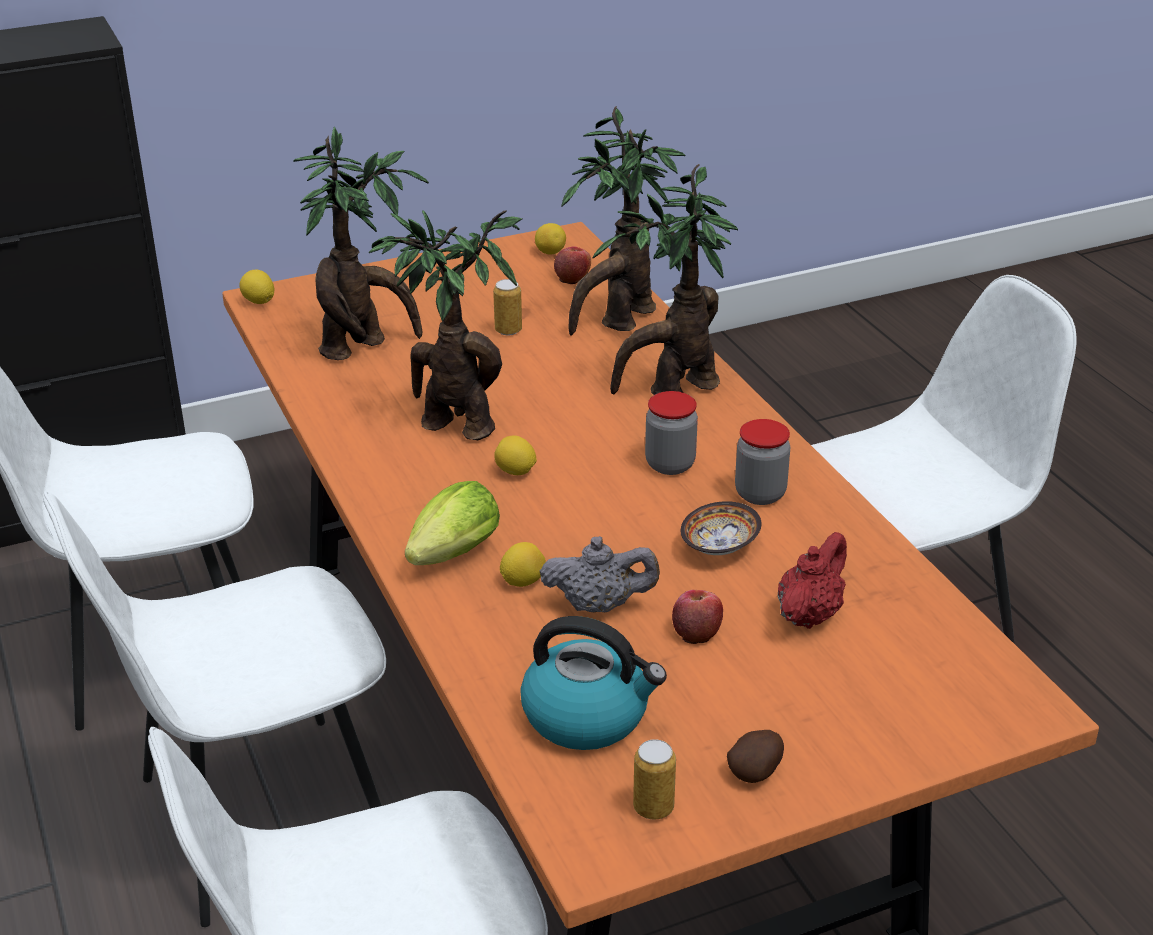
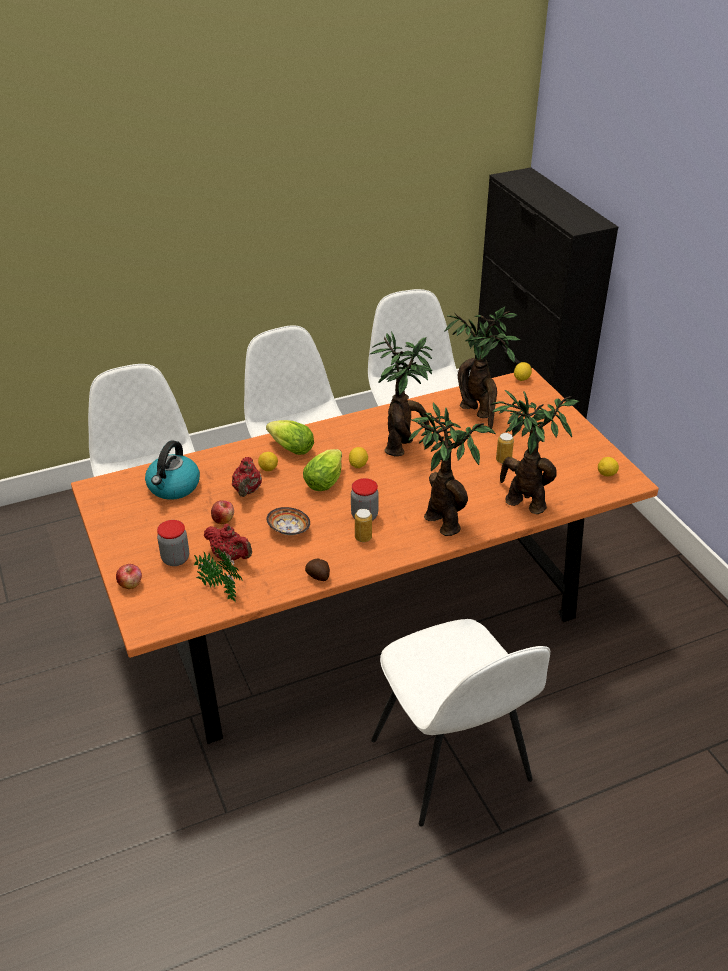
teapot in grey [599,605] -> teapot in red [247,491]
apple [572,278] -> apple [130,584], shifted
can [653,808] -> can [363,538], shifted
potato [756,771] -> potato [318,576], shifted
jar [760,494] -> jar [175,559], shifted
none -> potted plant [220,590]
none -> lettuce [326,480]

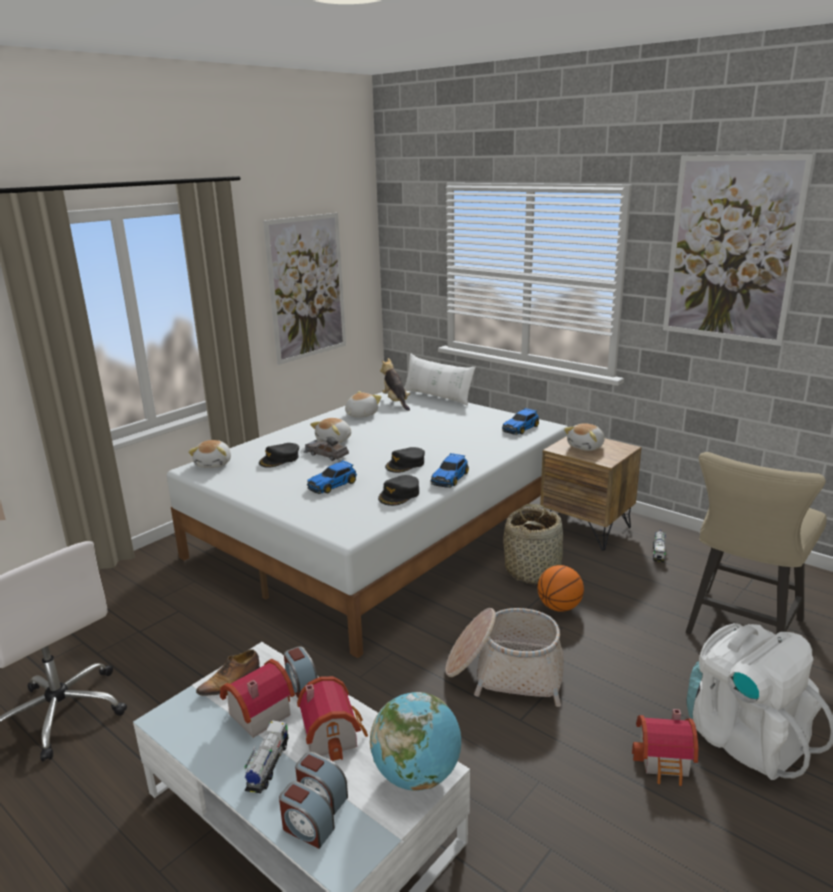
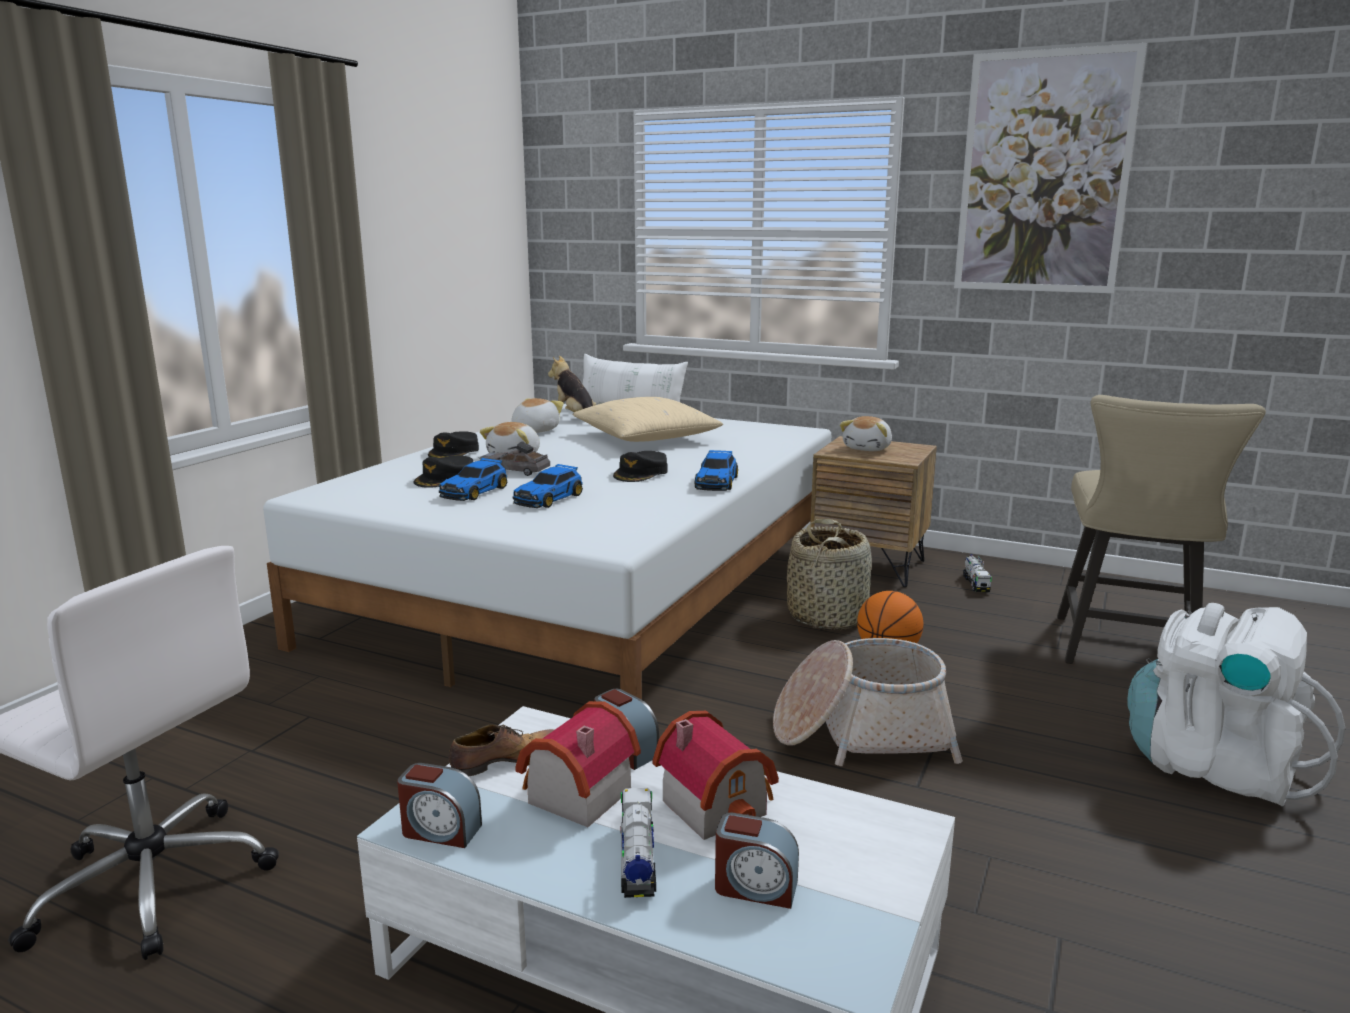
plush toy [214,464] -> none
shoe [231,682] -> shoe [504,761], 150 degrees counterclockwise
picture [307,287] -> none
alarm clock [307,829] -> alarm clock [440,831], shifted
globe [417,775] -> none
cap in black [399,495] -> cap in black [454,452], shifted
toy car [521,428] -> toy car [475,492], shifted
toy house [665,762] -> none
none -> pillow in beige [646,438]

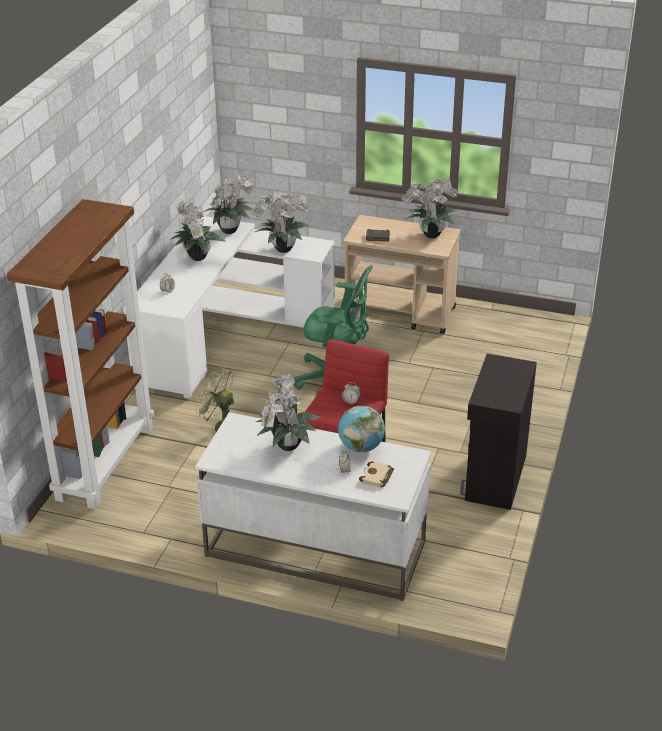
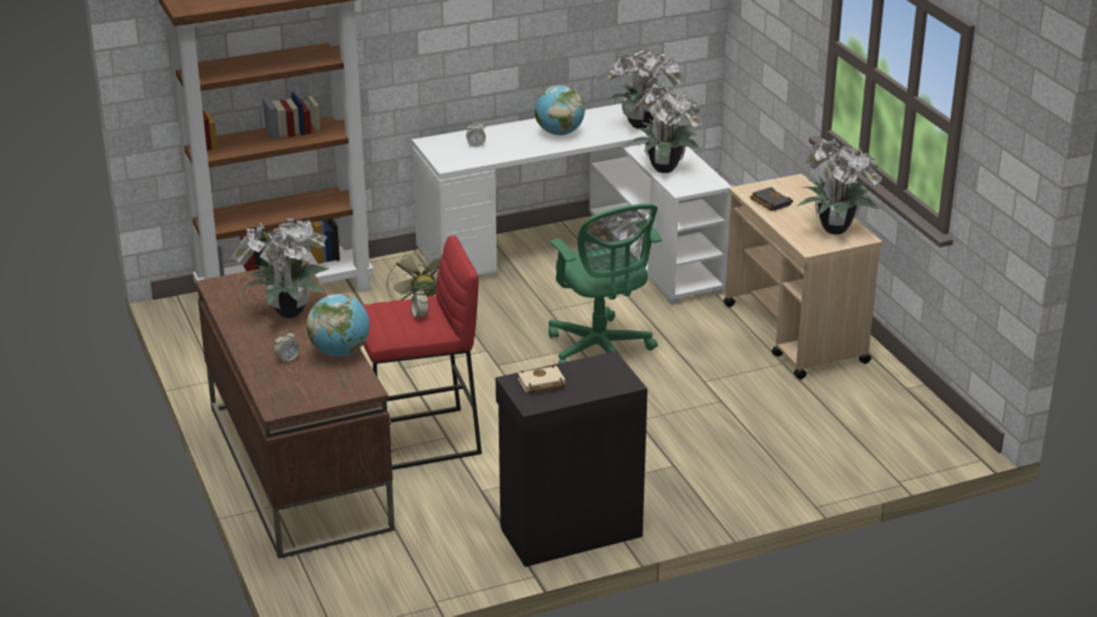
potted plant [197,258] -> globe [559,133]
desk in white [314,548] -> desk in brown [298,467]
book in beige [377,477] -> book in beige [541,384], shifted

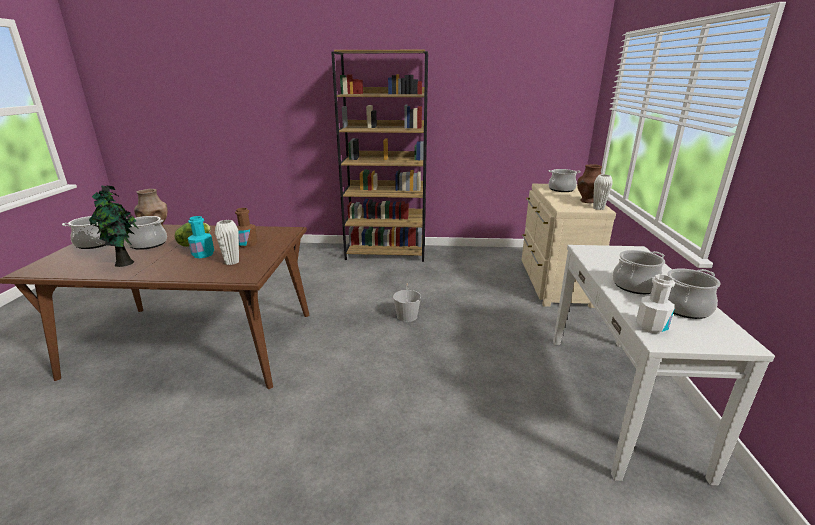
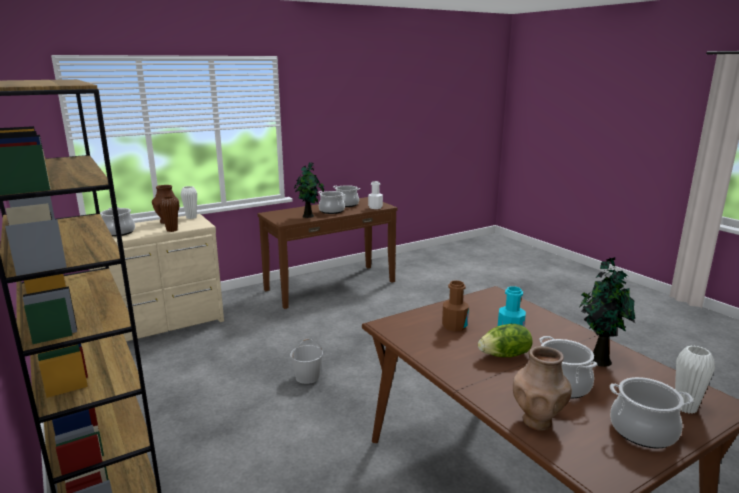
vase in white [232,262] -> vase in white [685,407], shifted
console table in white [619,398] -> console table in brown [330,285]
none -> vase in brown [172,230]
none -> potted plant [309,216]

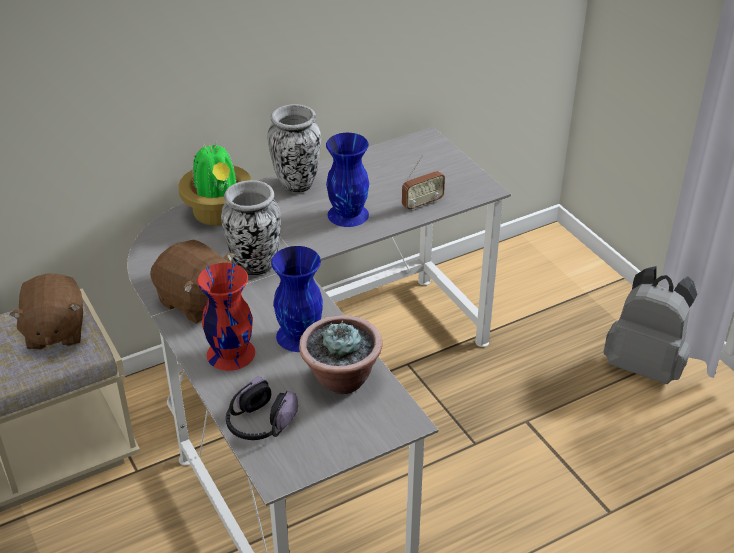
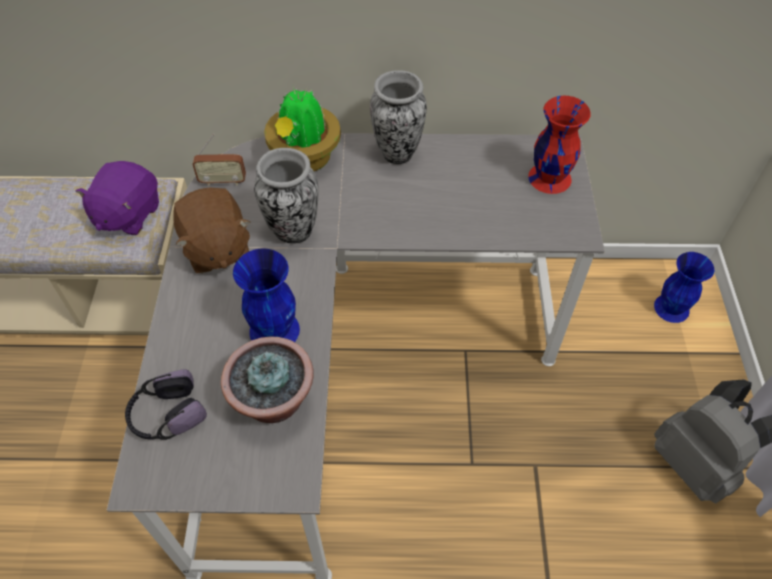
plush toy in brown [54,332] -> plush toy in purple [127,214]
vase in red [230,353] -> vase in red [549,177], shifted
vase in blue [348,214] -> vase in blue [672,308], shifted
radio [422,204] -> radio [223,181], shifted

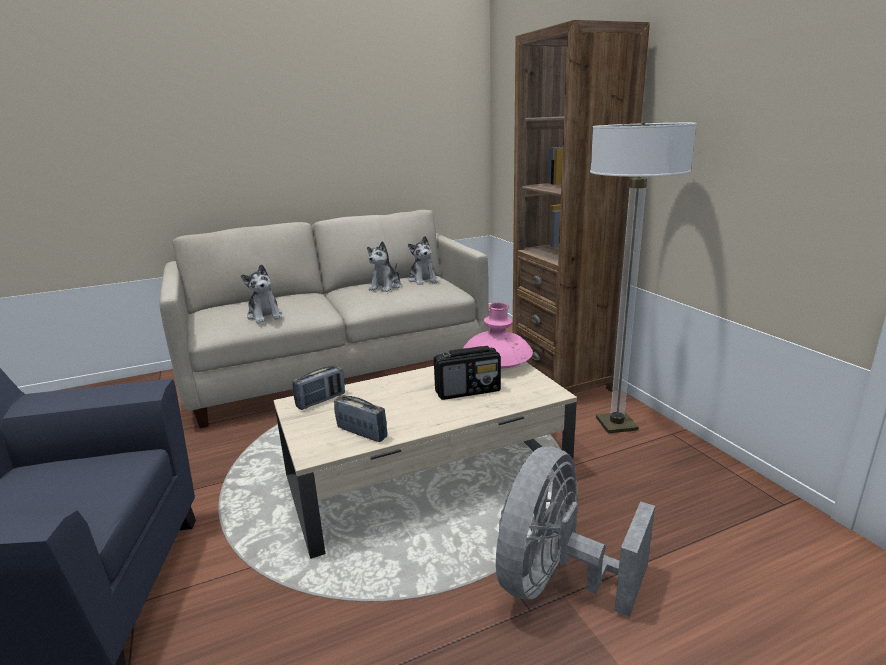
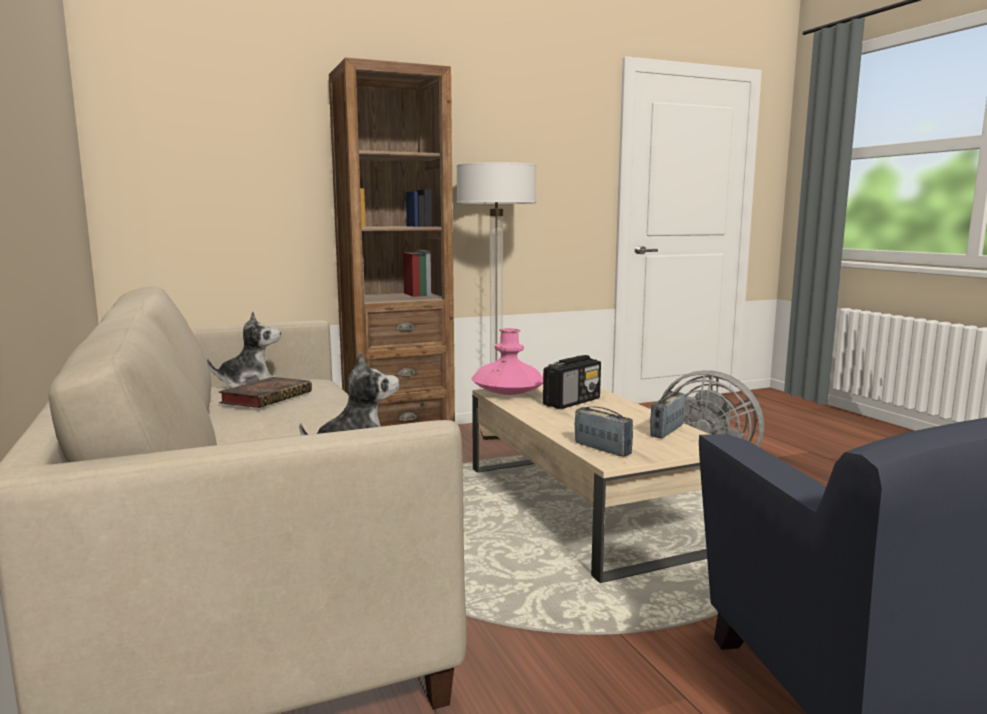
plush toy [386,287] -> book [267,397]
radio [468,391] -> radio [572,402], 60 degrees clockwise

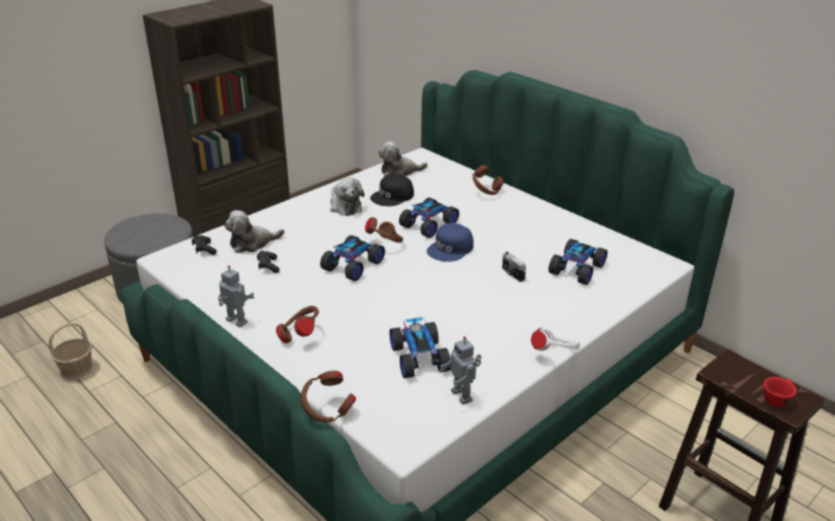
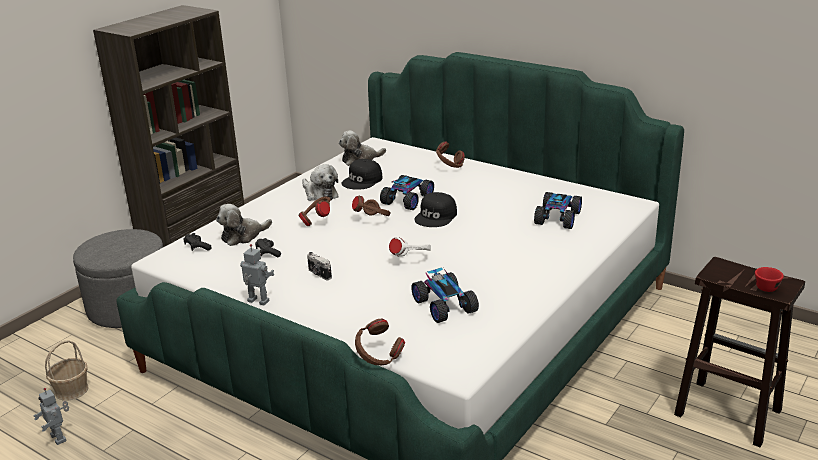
headphones in brown [300,335] -> headphones in brown [317,221], shifted
toy car [354,266] -> none
cap in blue [451,249] -> cap in black [436,216]
toy robot [463,396] -> toy robot [59,438], shifted
photo camera [512,274] -> photo camera [319,274], shifted
headphones in white [554,354] -> headphones in white [410,260], shifted

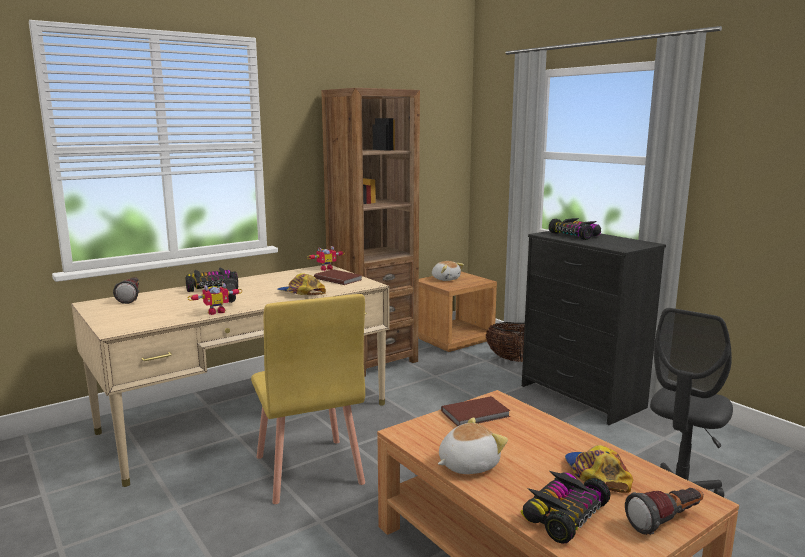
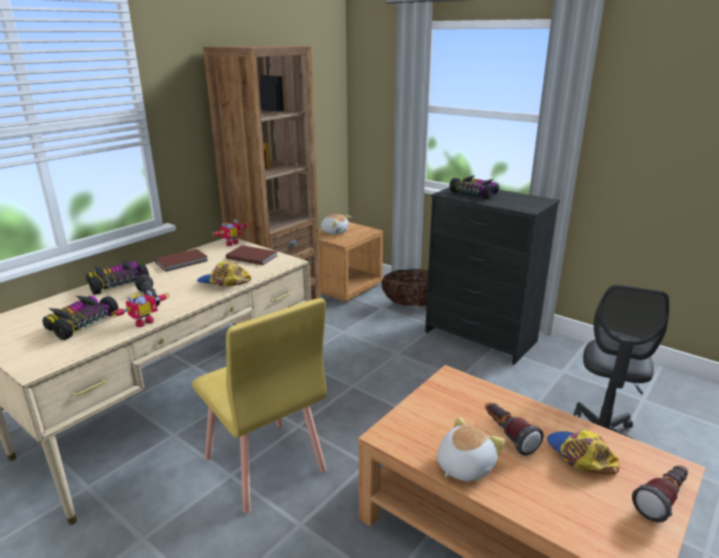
flashlight [131,298] -> flashlight [507,436], shifted
book in brown [476,414] -> book in brown [183,262], shifted
toy car [562,515] -> toy car [80,323], shifted

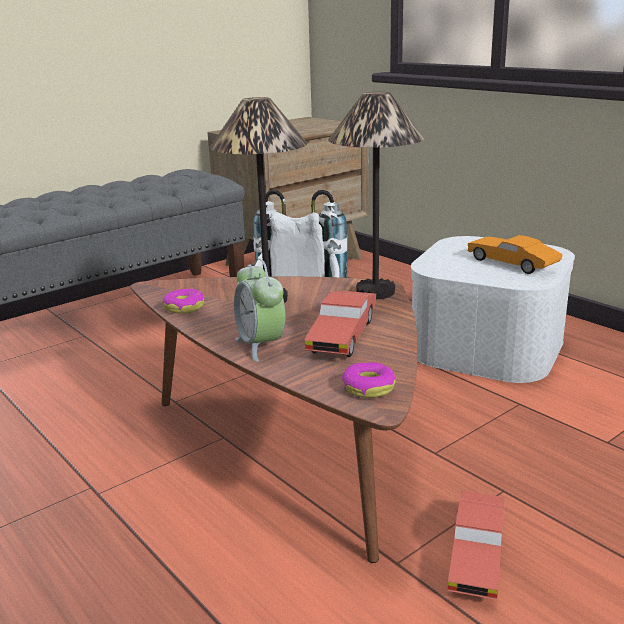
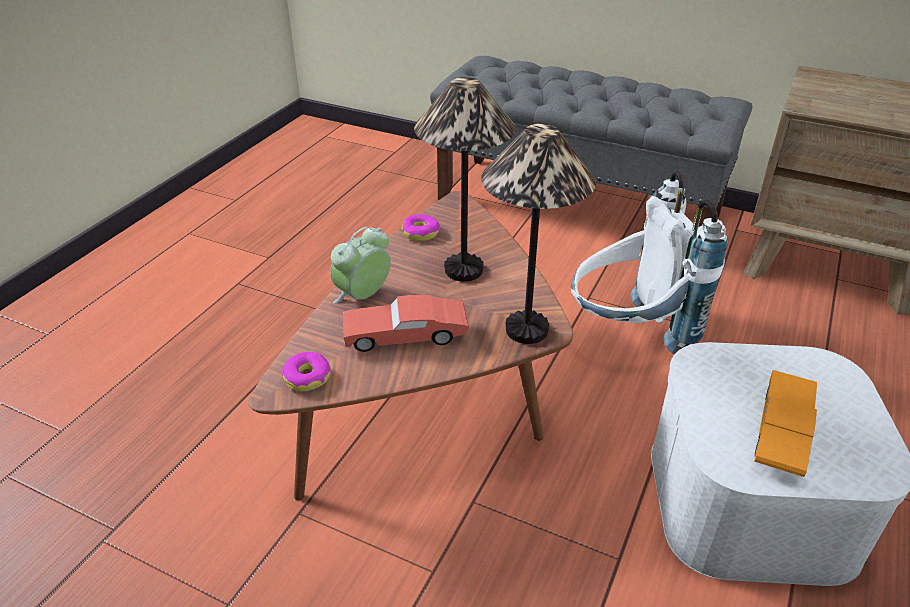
toy car in red [476,555] -> none

